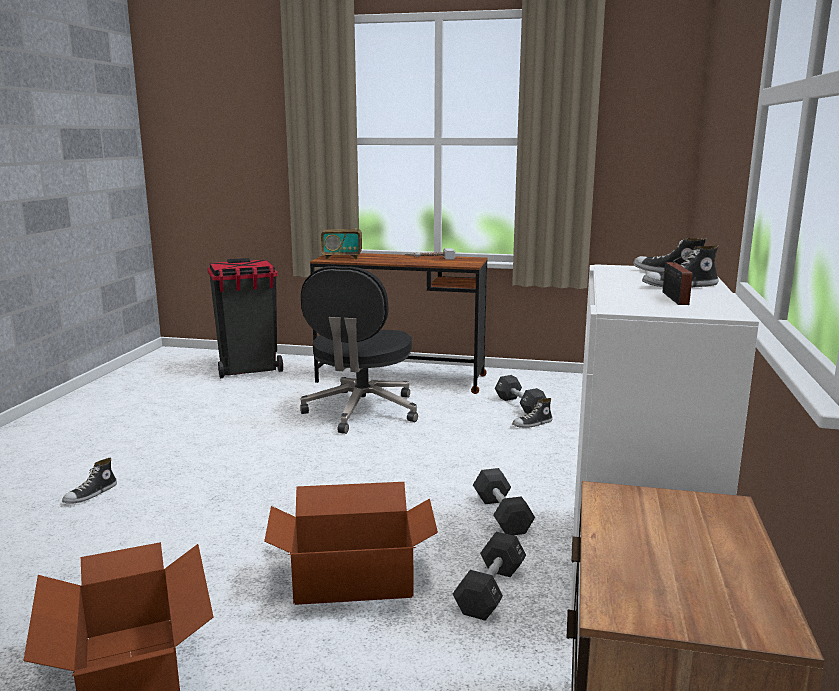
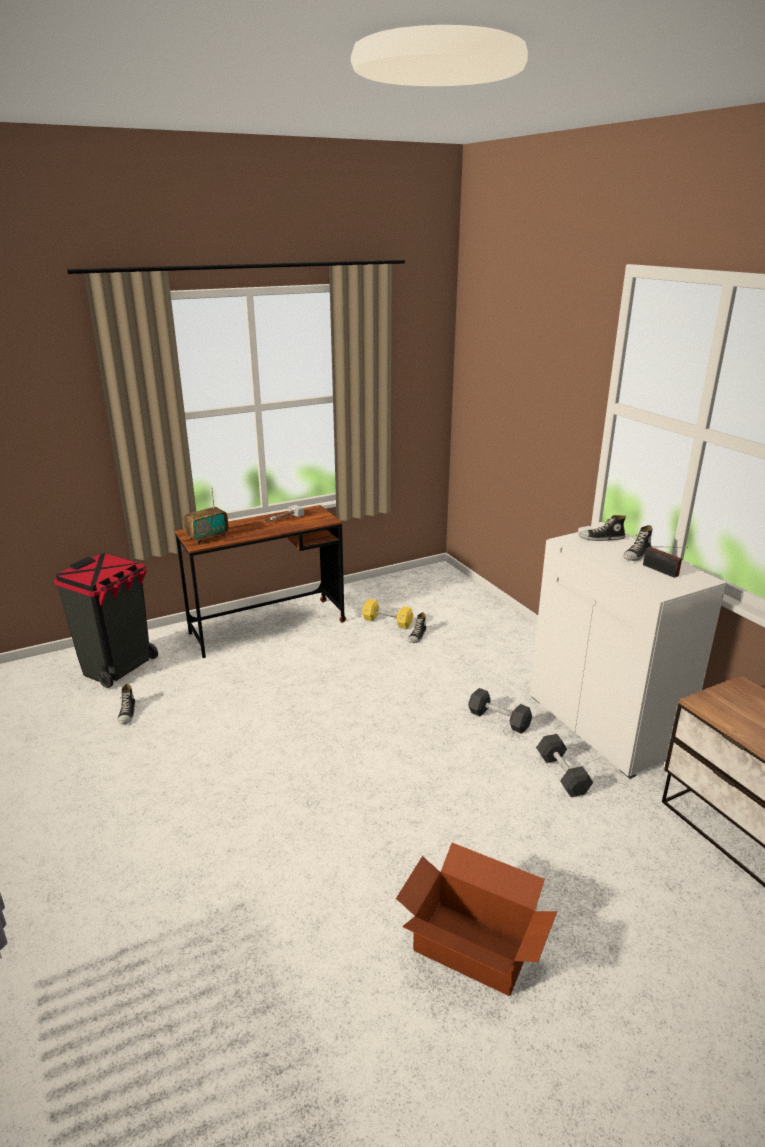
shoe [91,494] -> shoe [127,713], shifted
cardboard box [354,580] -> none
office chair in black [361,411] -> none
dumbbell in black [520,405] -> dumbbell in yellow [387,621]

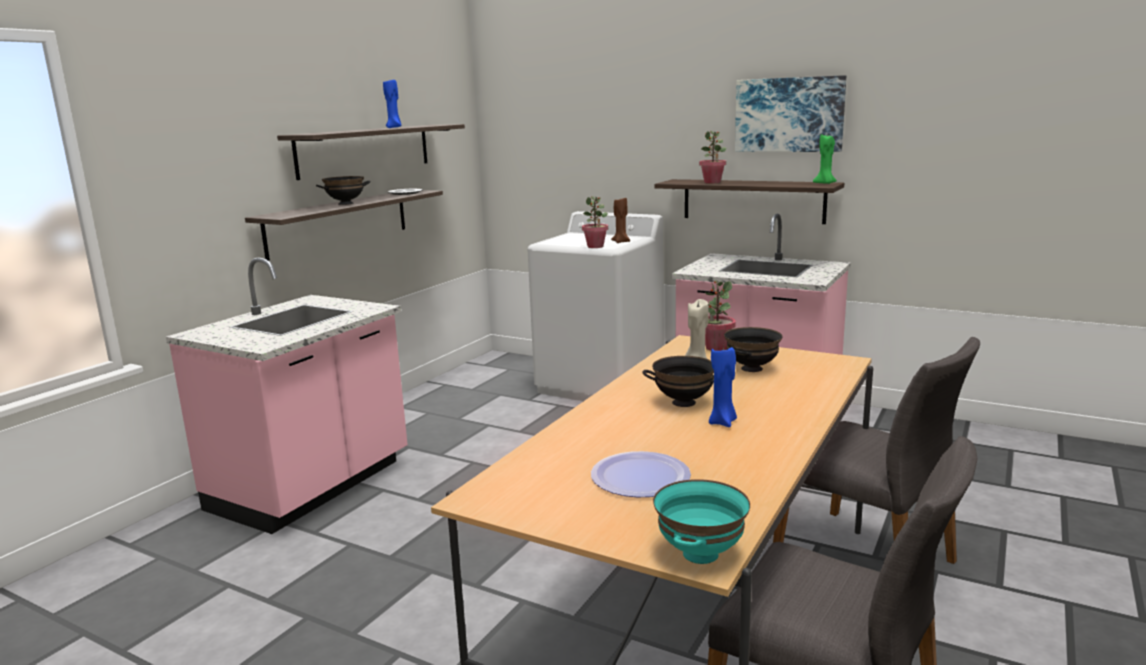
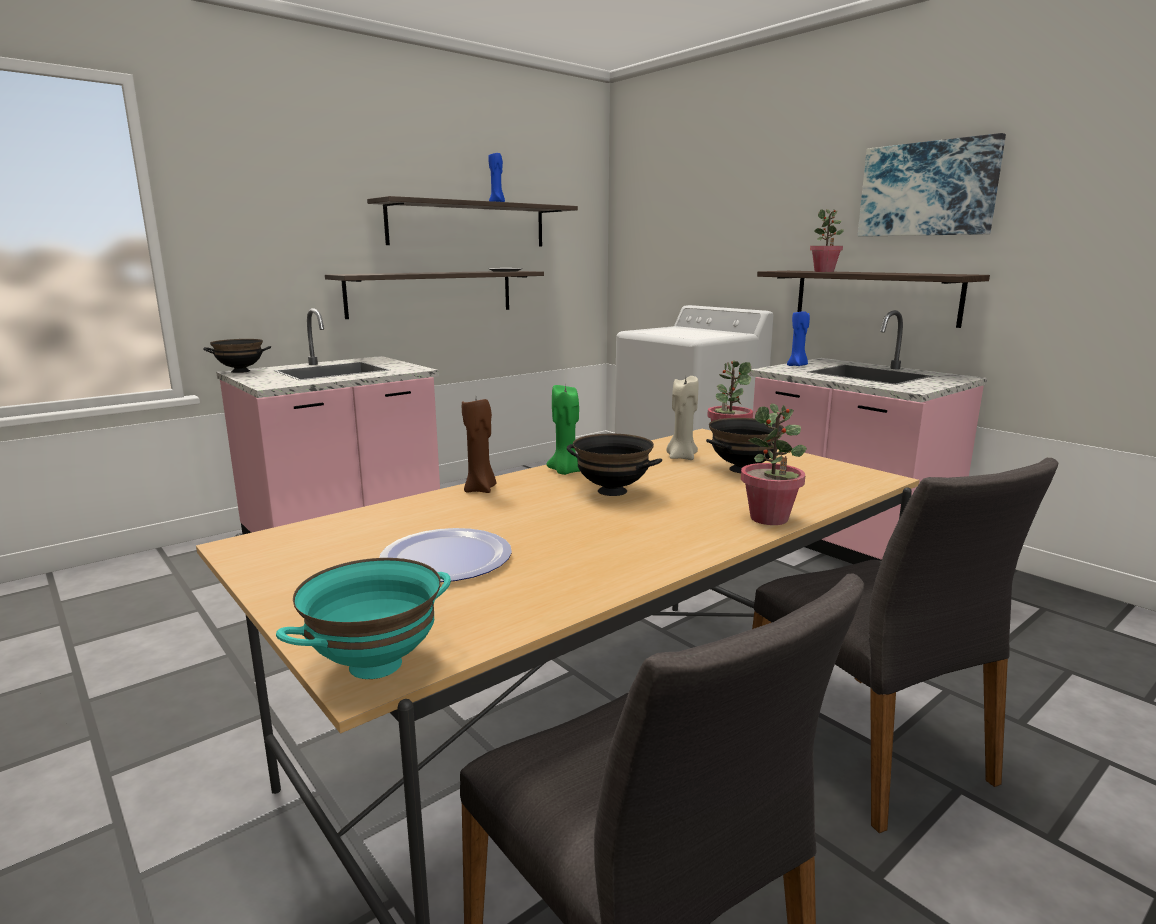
bowl in black [345,203] -> bowl in black [240,371], shifted
potted plant [595,246] -> potted plant [769,518], shifted
candle in brown [621,242] -> candle in brown [481,489], shifted
candle in blue [723,422] -> candle in blue [797,365], shifted
candle in green [825,183] -> candle in green [565,472], shifted

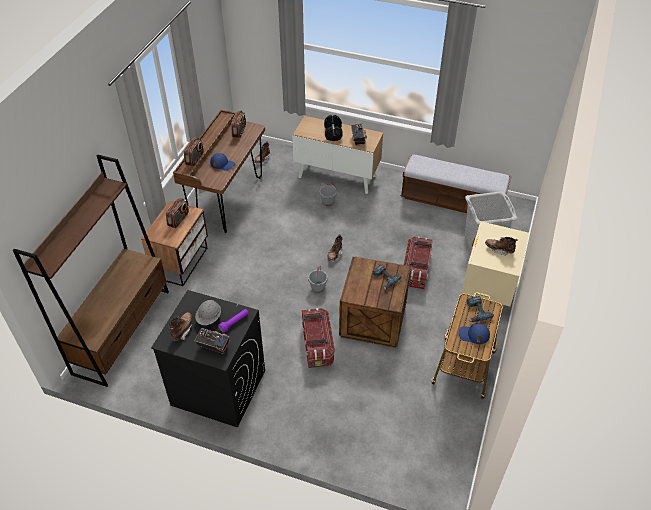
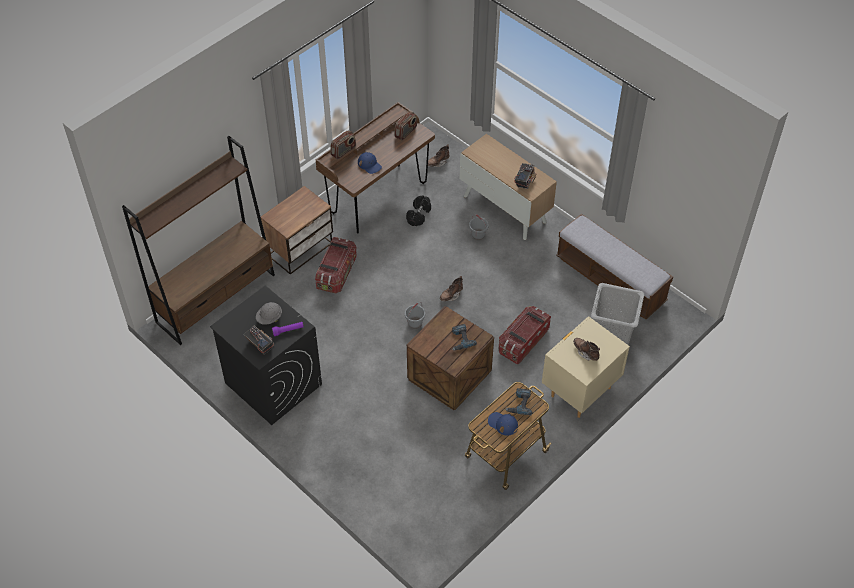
radio [178,219] -> none
boot in brown [182,330] -> none
storage box [317,345] -> storage box [337,273], shifted
dumbbell in black [333,133] -> dumbbell in black [418,215], shifted

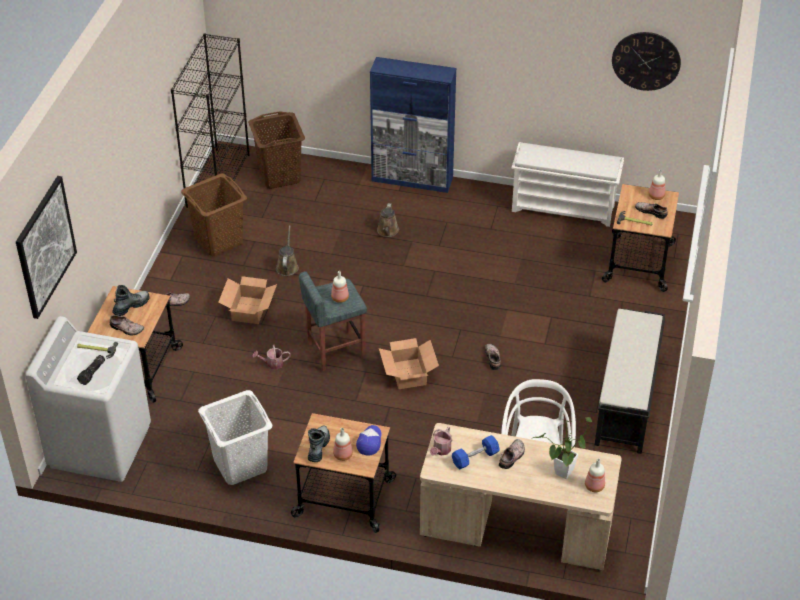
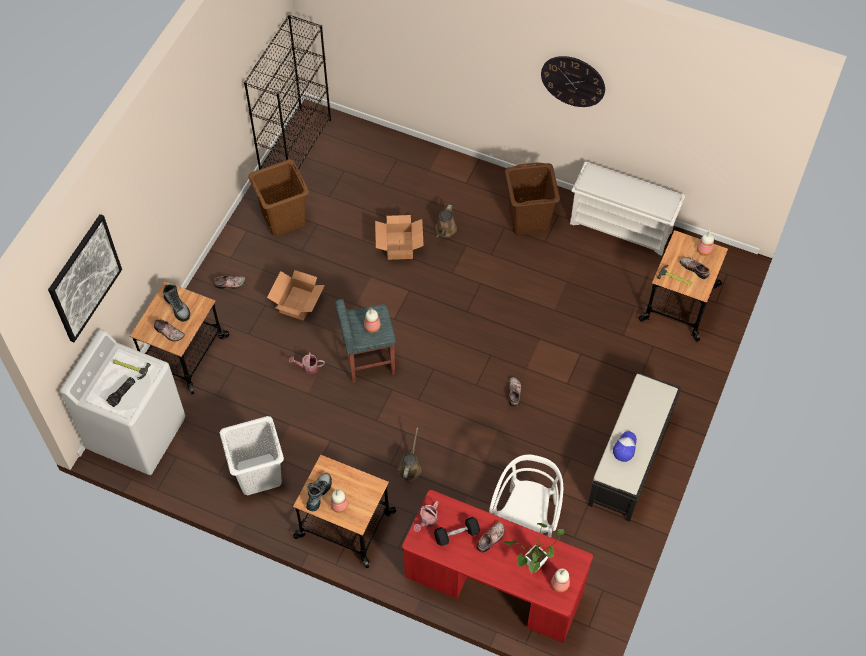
boot [131,306] -> boot [177,307], 90 degrees clockwise
laundry basket in brown [280,175] -> laundry basket in brown [529,219], shifted
watering can in brown [287,266] -> watering can in brown [410,467], shifted
cap [369,442] -> cap [625,447], shifted
cabinet in blue [412,179] -> none
cardboard box [409,373] -> cardboard box [400,245], shifted
desk in beige [515,531] -> desk in red [493,586]
dumbbell in blue [475,458] -> dumbbell in black [456,534]
wall clock [646,61] -> wall clock [573,81], shifted

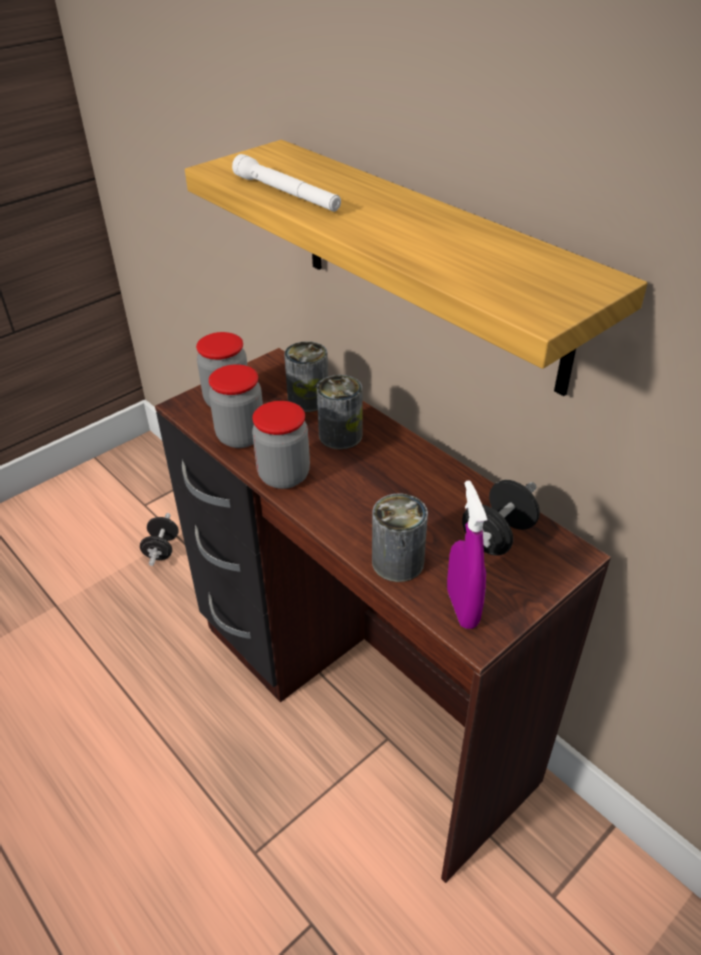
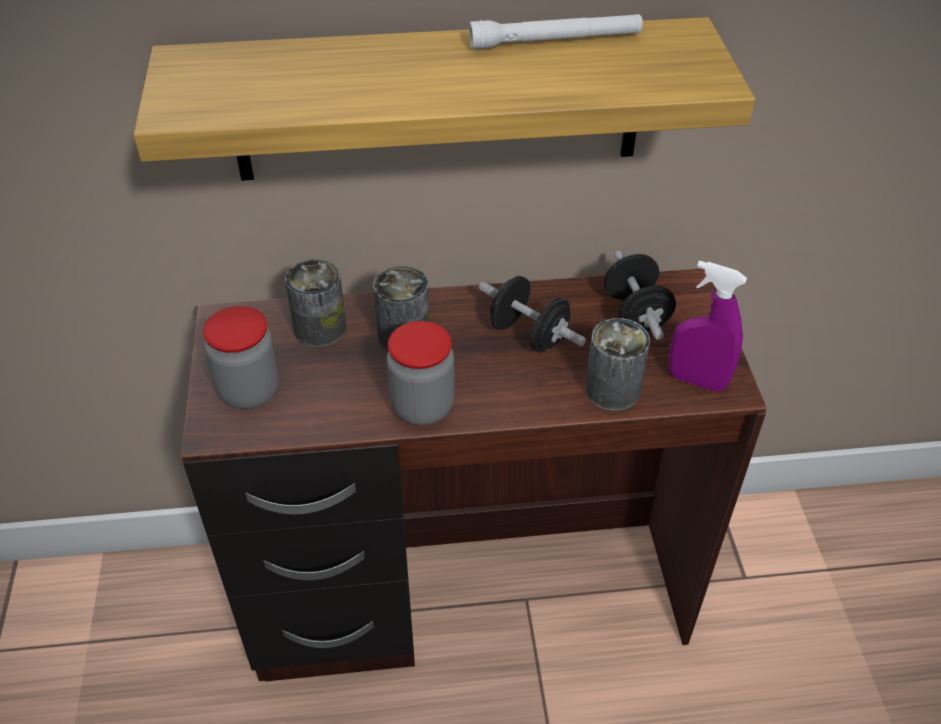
dumbbell in black [162,549] -> dumbbell in black [528,334], shifted
jar [241,436] -> none
flashlight in white [286,194] -> flashlight in white [555,41], shifted

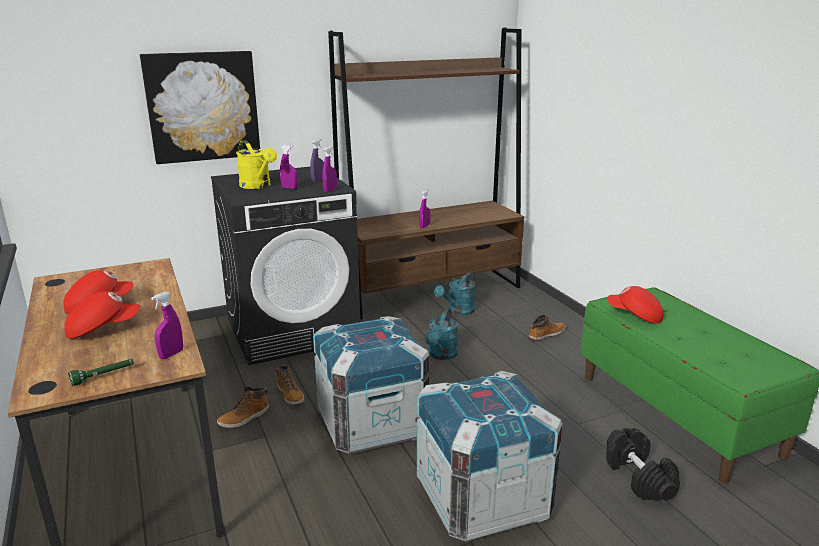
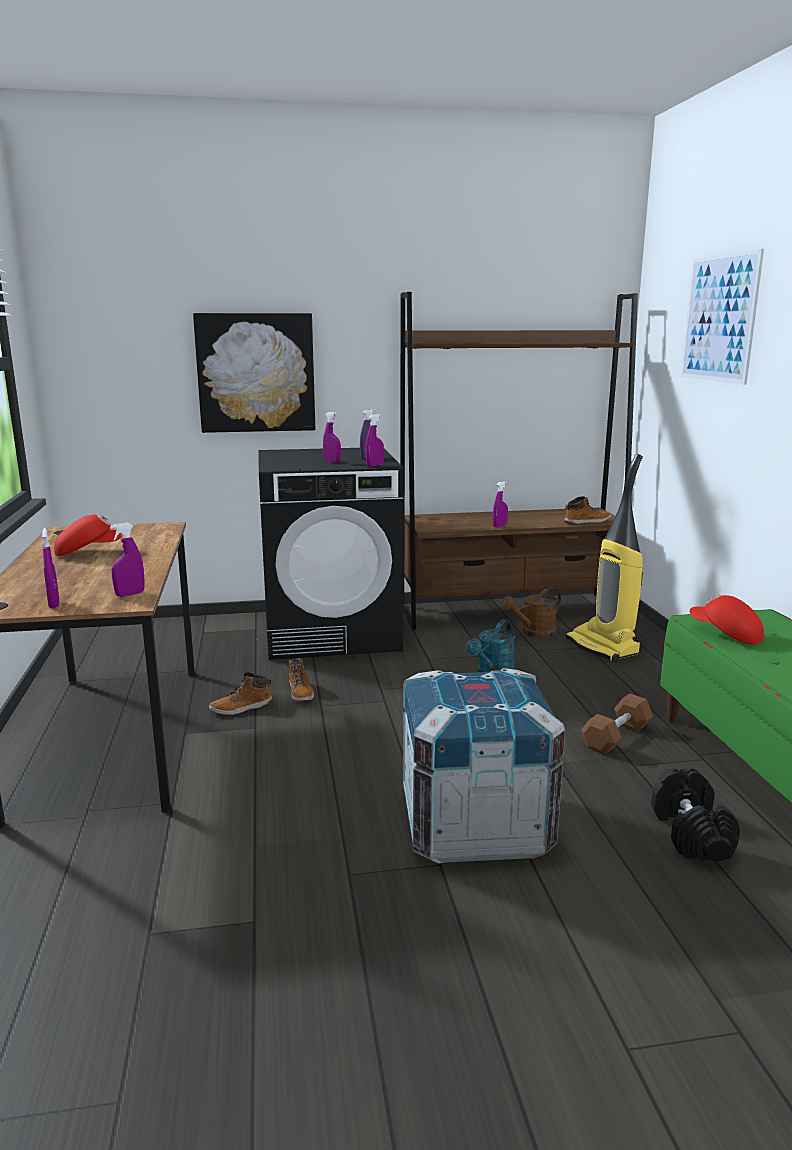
cap in red [103,329] -> none
flashlight in green [103,376] -> spray bottle in purple [54,604]
watering can in yellow [258,186] -> none
crate [372,424] -> none
watering can in turquoise [458,311] -> watering can in brown [534,633]
boot [546,334] -> boot [586,522], shifted
none -> vacuum cleaner [604,647]
none -> dumbbell in brown [616,737]
none -> picture [719,318]

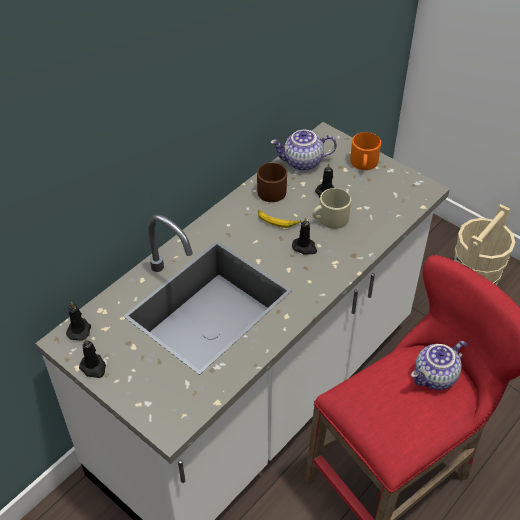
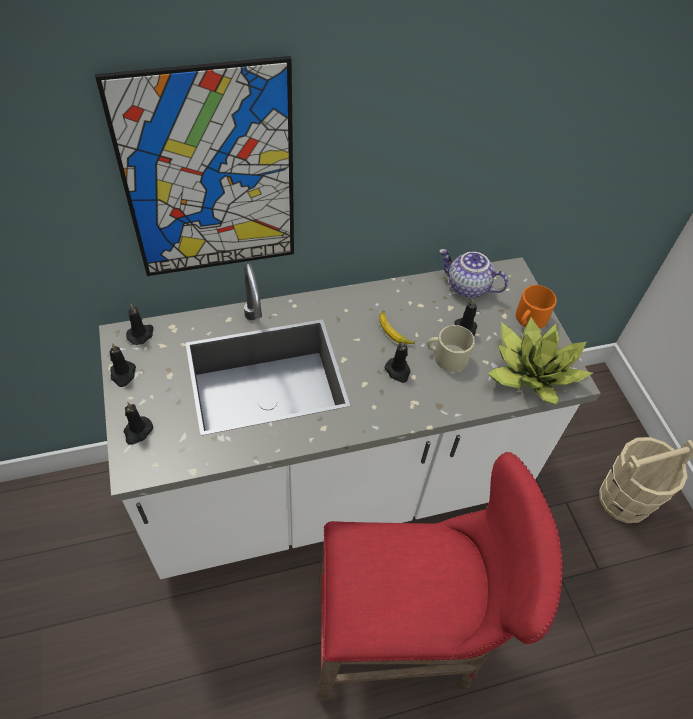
mug in brown [272,189] -> none
teapot [435,377] -> none
none -> picture [210,177]
none -> candle in black [137,431]
none -> potted plant [531,373]

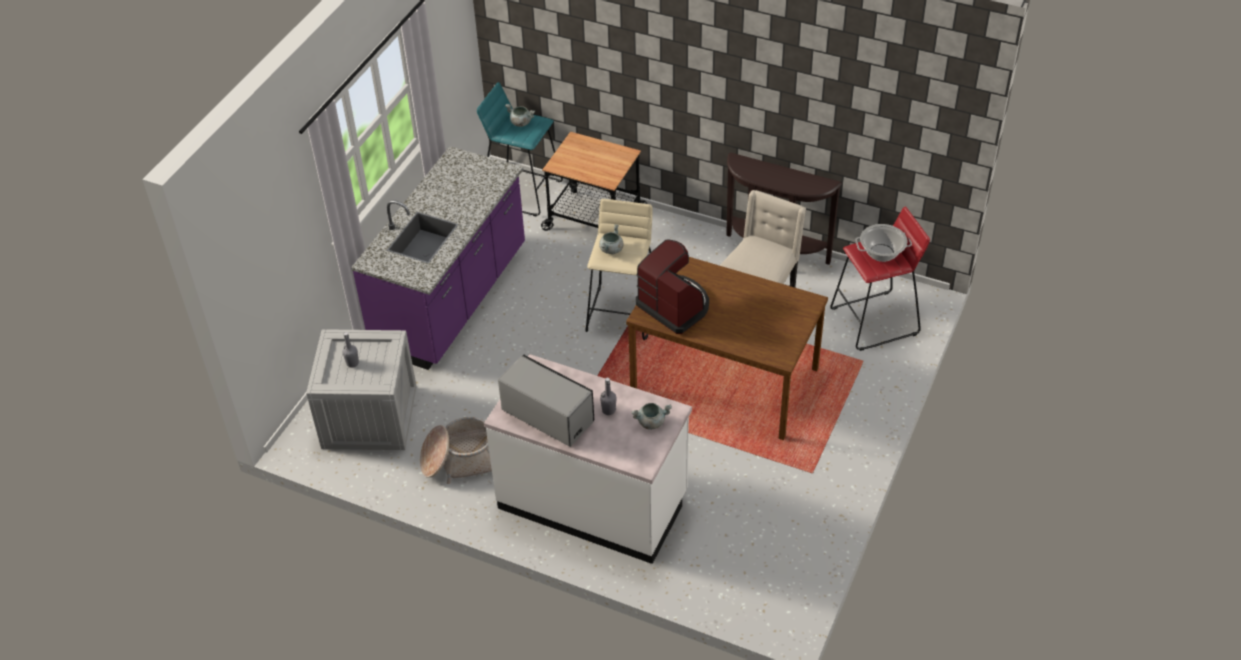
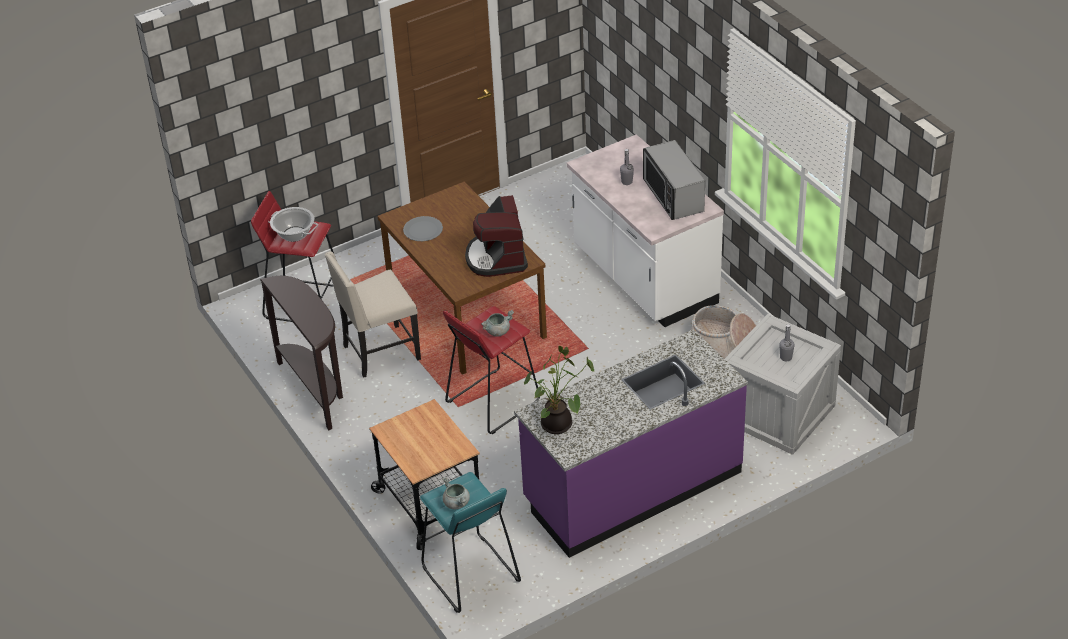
stool in beige [623,313] -> stool in red [492,402]
cooking pot in grey [651,422] -> none
none -> plate in grey [423,230]
none -> potted plant [558,426]

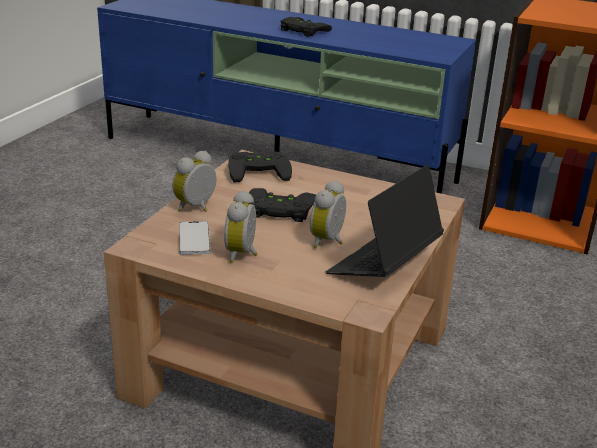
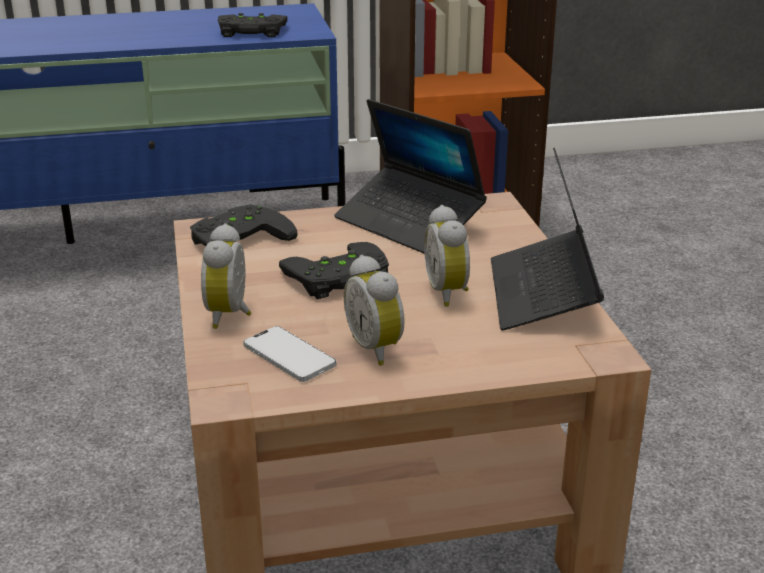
game controller in black [302,31] -> game controller in black [251,32], shifted
none -> laptop [409,223]

